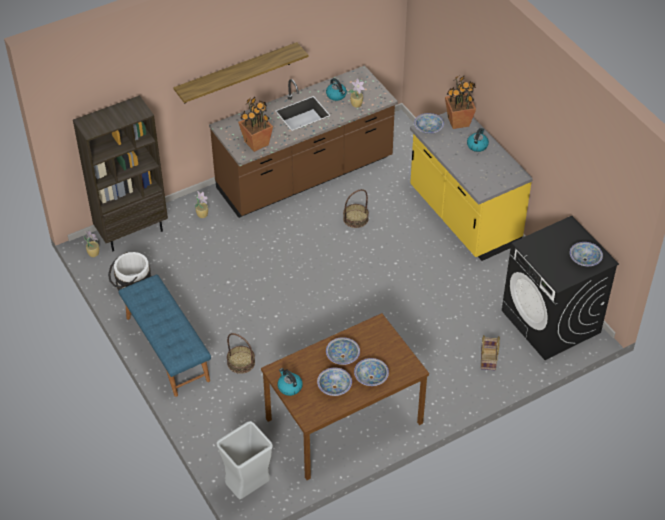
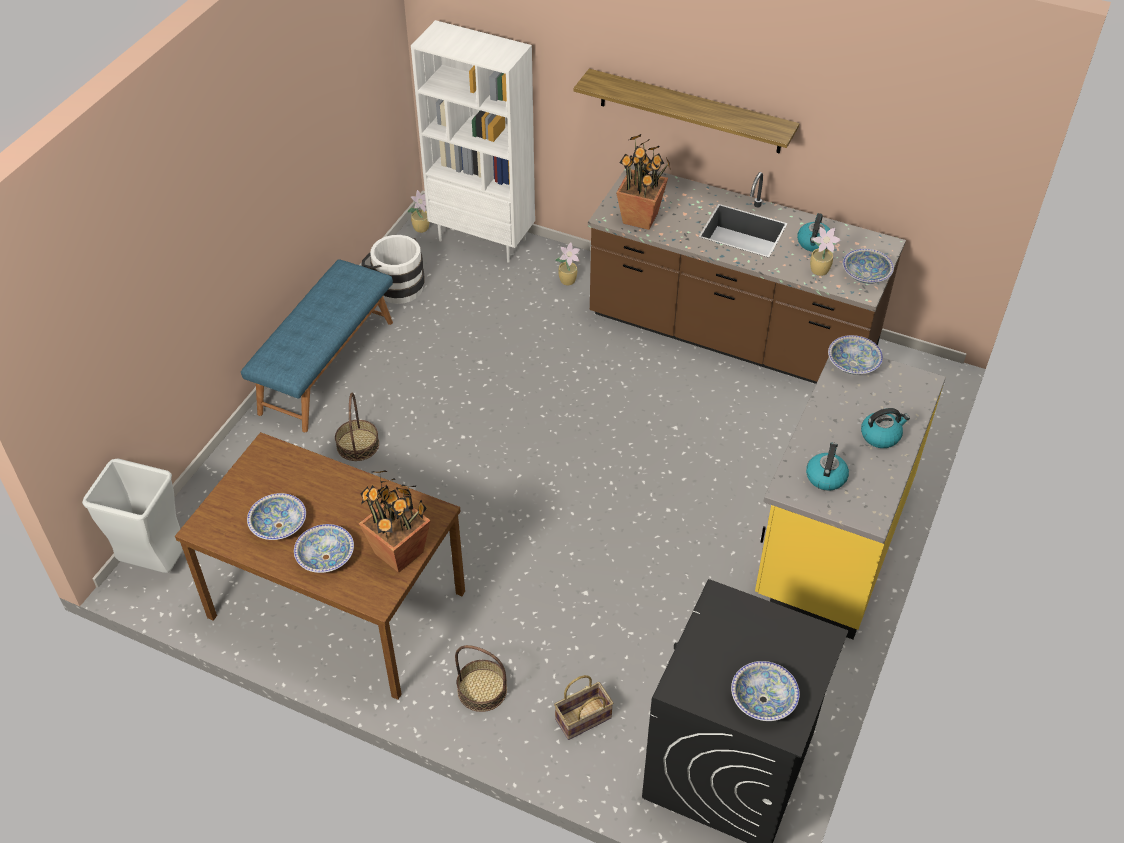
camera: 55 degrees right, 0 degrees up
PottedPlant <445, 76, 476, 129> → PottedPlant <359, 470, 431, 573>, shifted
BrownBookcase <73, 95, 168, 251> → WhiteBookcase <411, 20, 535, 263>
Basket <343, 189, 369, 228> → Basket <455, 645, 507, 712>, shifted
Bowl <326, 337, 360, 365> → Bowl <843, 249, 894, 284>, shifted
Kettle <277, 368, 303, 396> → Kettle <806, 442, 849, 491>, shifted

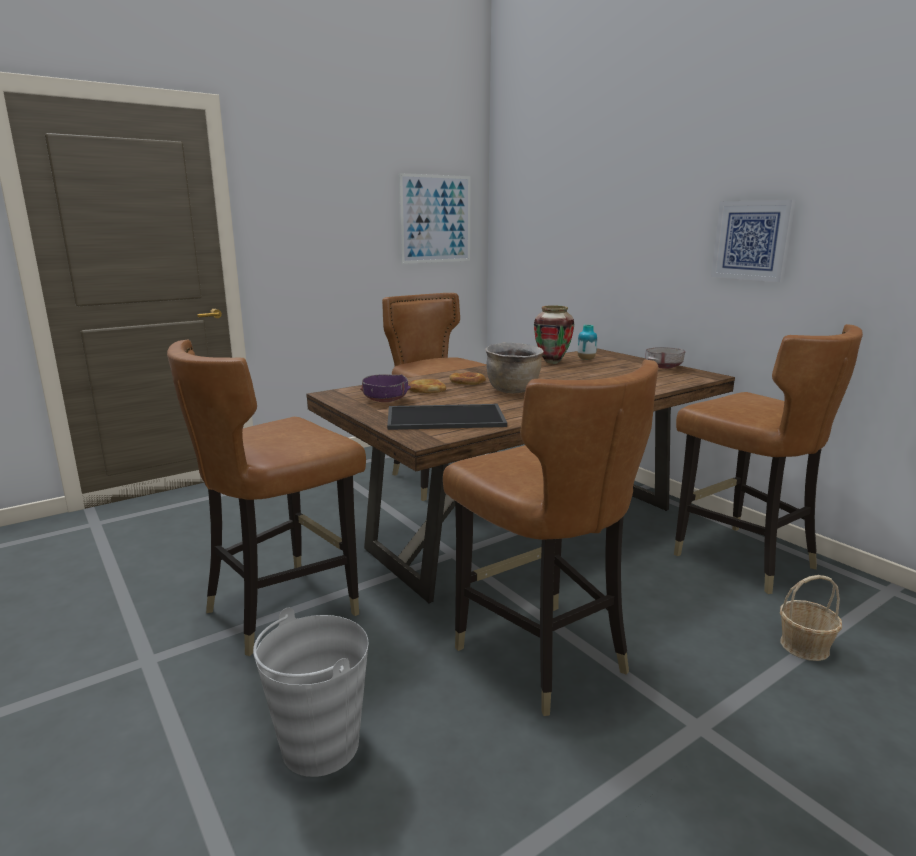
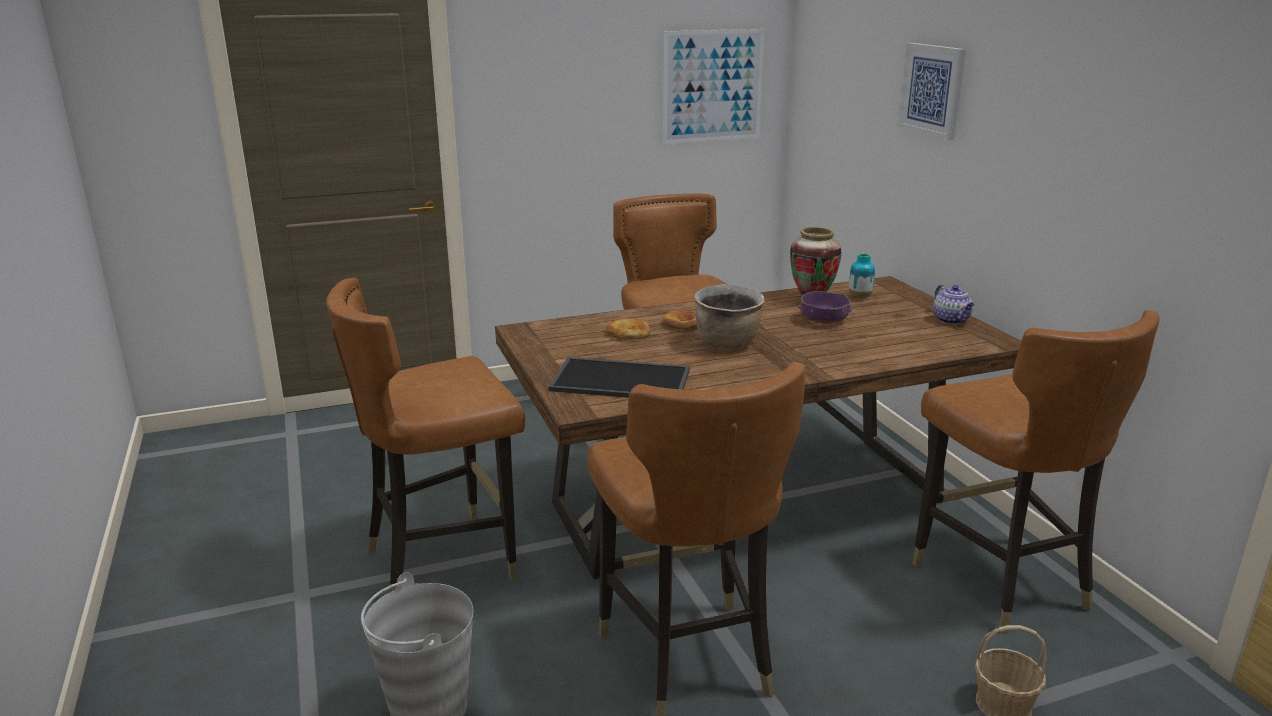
camera: 15 degrees right, 5 degrees up
Picture <711, 200, 795, 282> → Picture <898, 43, 966, 140>, shifted
GreyBowl <645, 347, 685, 369> → Teapot <933, 285, 975, 325>
PurpleBowl <360, 374, 411, 402> → PurpleBowl <798, 291, 853, 324>, shifted

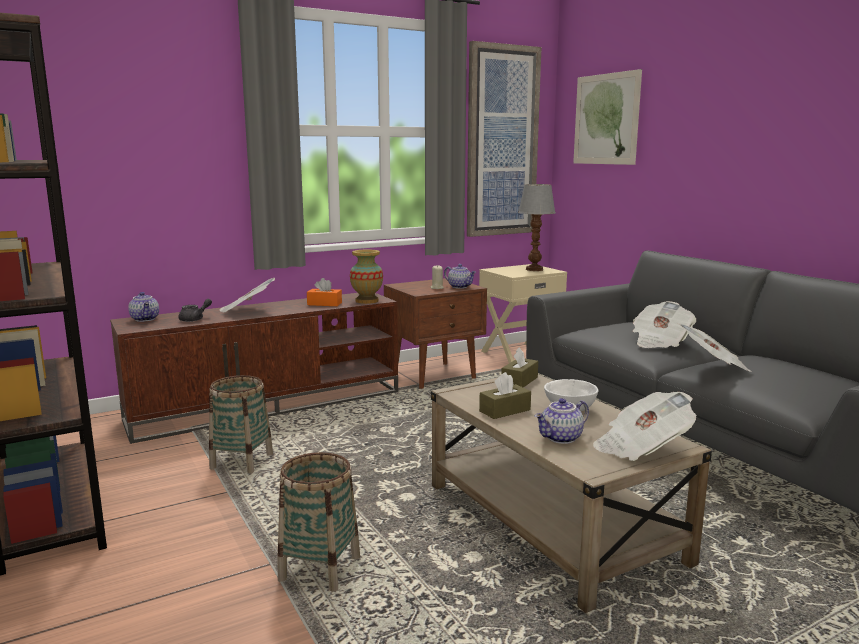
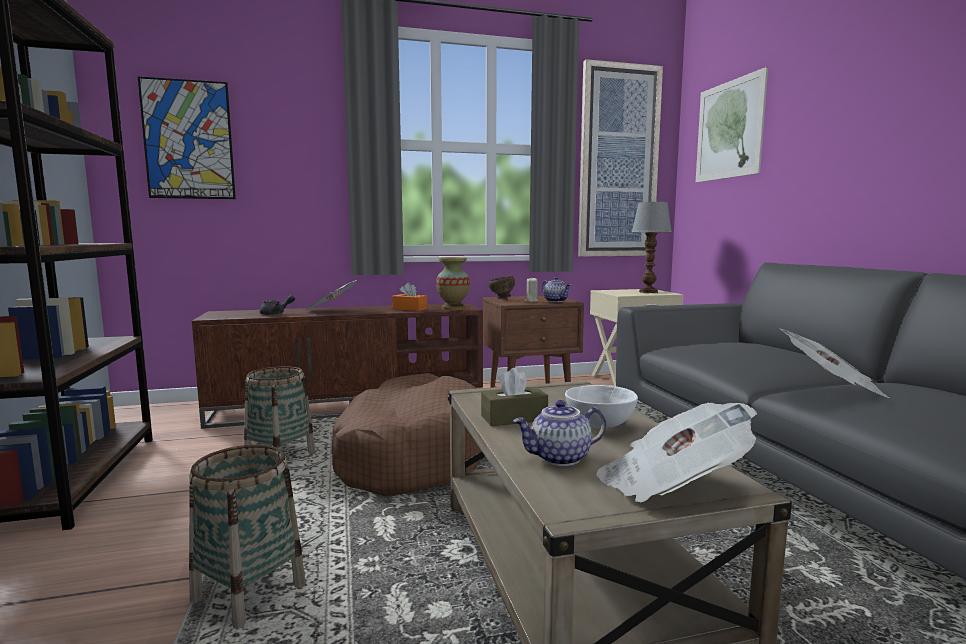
camera: 15 degrees right, 5 degrees down
Teapot <128, 292, 159, 322> → -
Newspaper <633, 301, 696, 348> → -
BrownTissueBox <501, 347, 538, 388> → -
- → Picture <138, 77, 236, 199>
- → BrownBowl <488, 276, 515, 299>
- → BrownDogBed <331, 373, 483, 496>

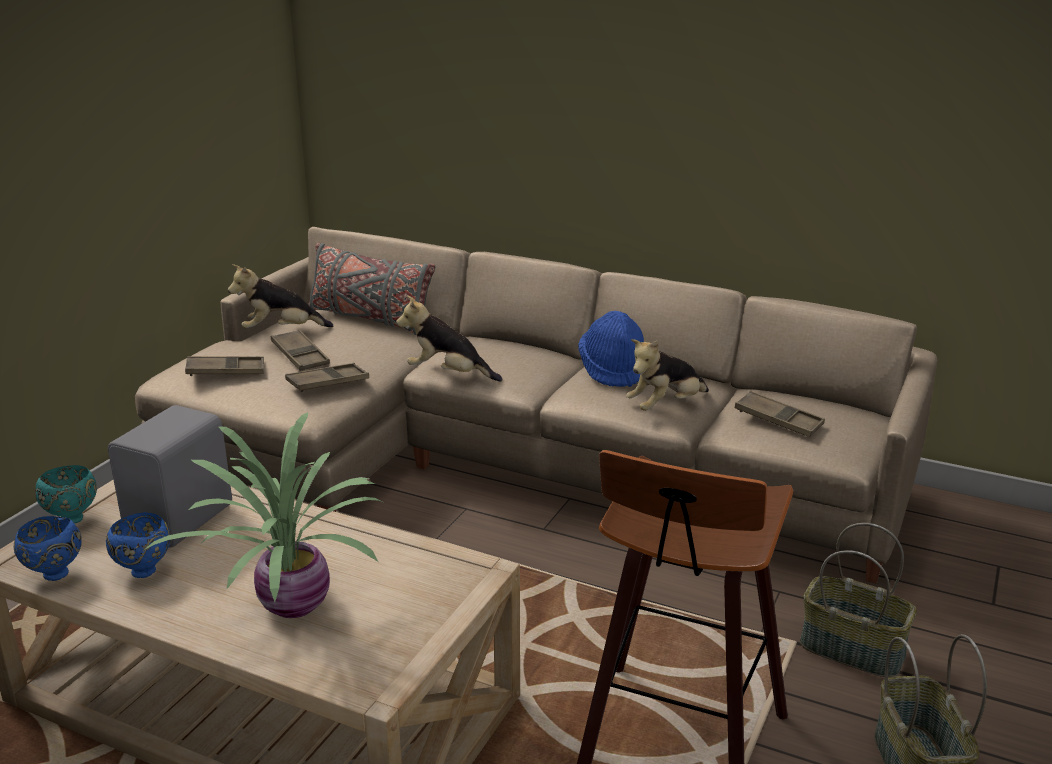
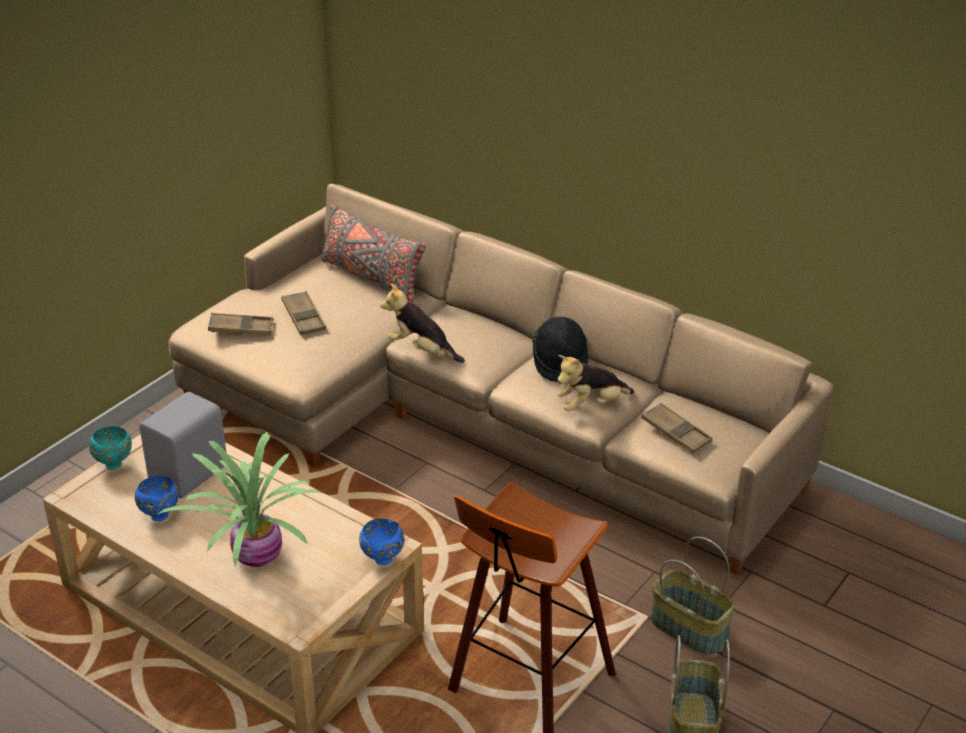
camera: 10 degrees right, 10 degrees up
PlushToy <228, 264, 333, 328> → -
BlueHat <578, 311, 644, 387> → BlackHat <532, 317, 588, 383>
BrownTray <285, 363, 369, 392> → -
BlueBowl <14, 516, 82, 581> → BlueBowl <359, 519, 405, 565>, shifted

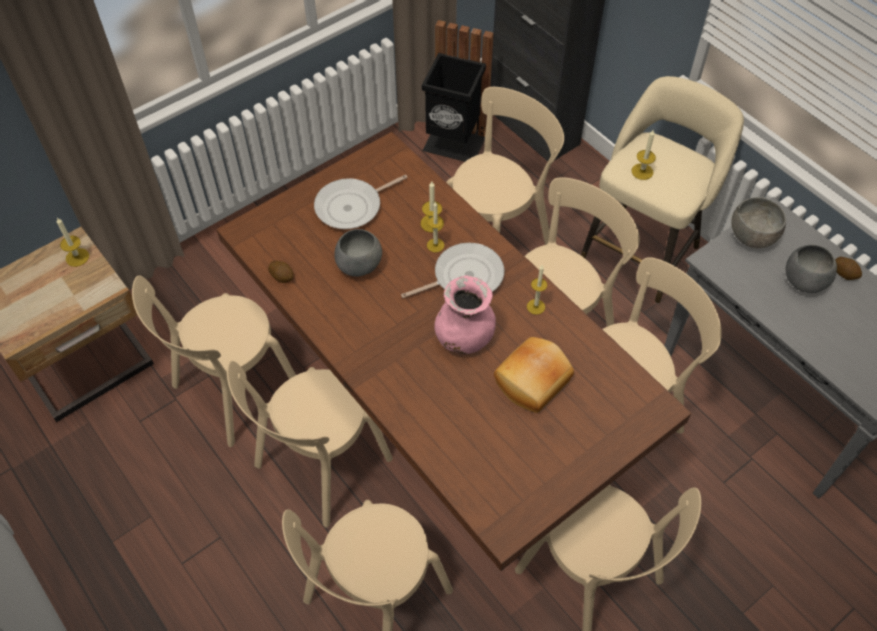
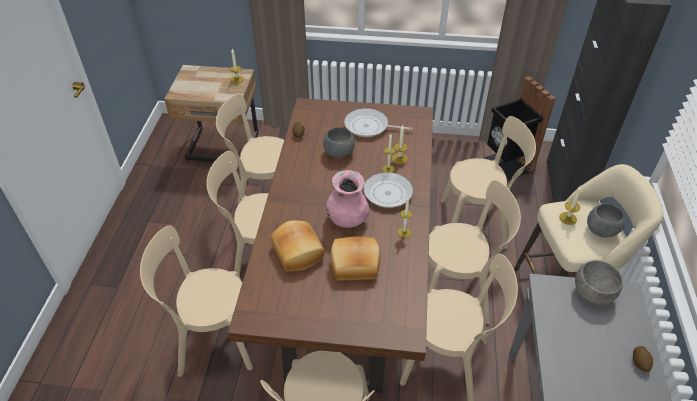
camera: 45 degrees right, 10 degrees down
GreyBowl <786, 245, 837, 293> → GreyBowl <587, 204, 625, 237>, shifted
- → Bread <270, 220, 325, 272>

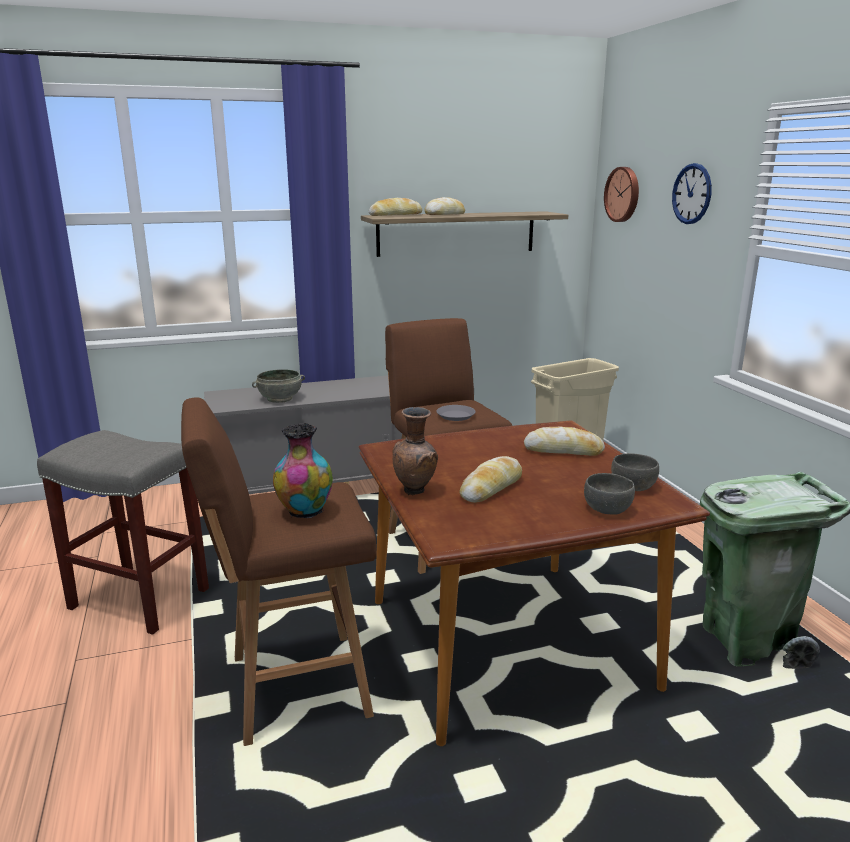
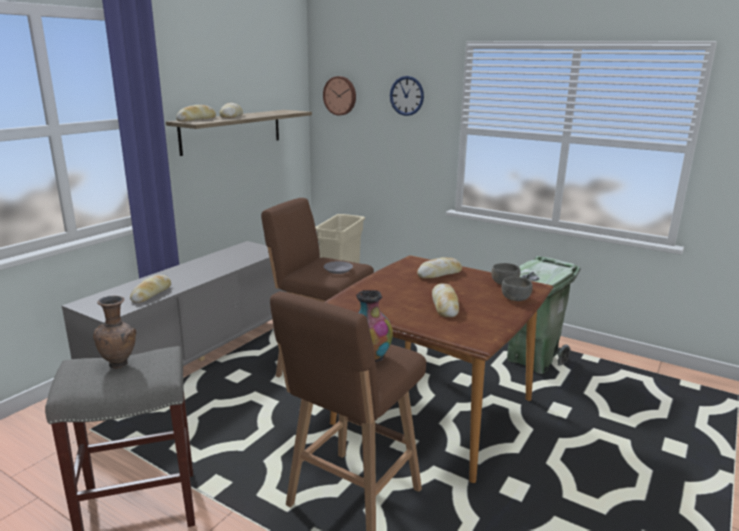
camera: 40 degrees left, 0 degrees up
GreyBowl <252, 369, 305, 403> → Bread <130, 275, 171, 303>
BrownVase <393, 407, 438, 495> → BrownVase <93, 295, 136, 369>, shifted

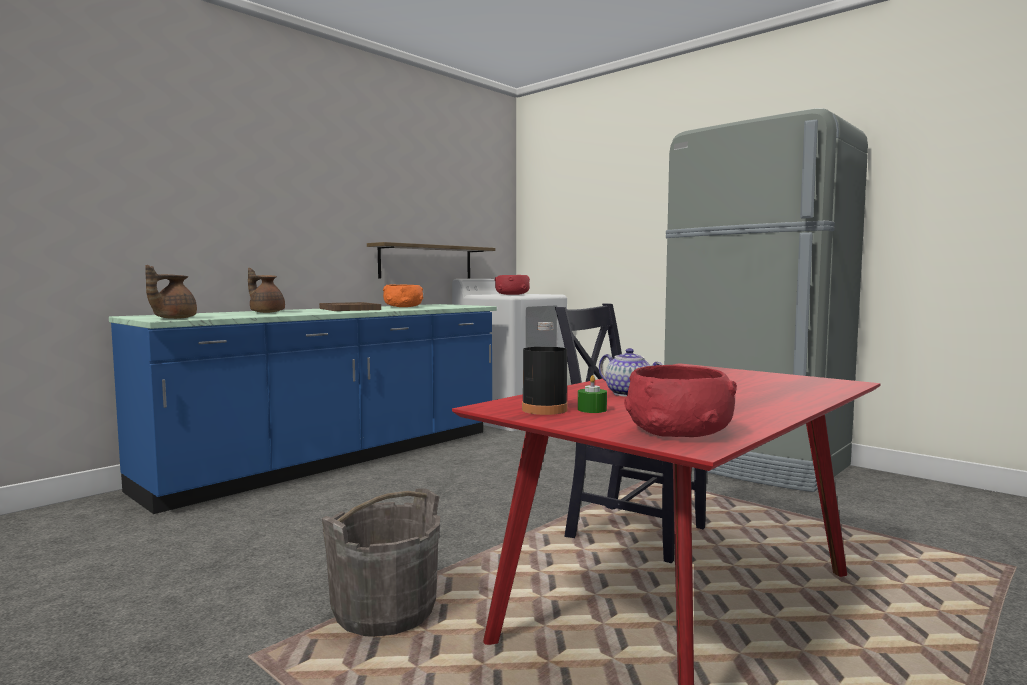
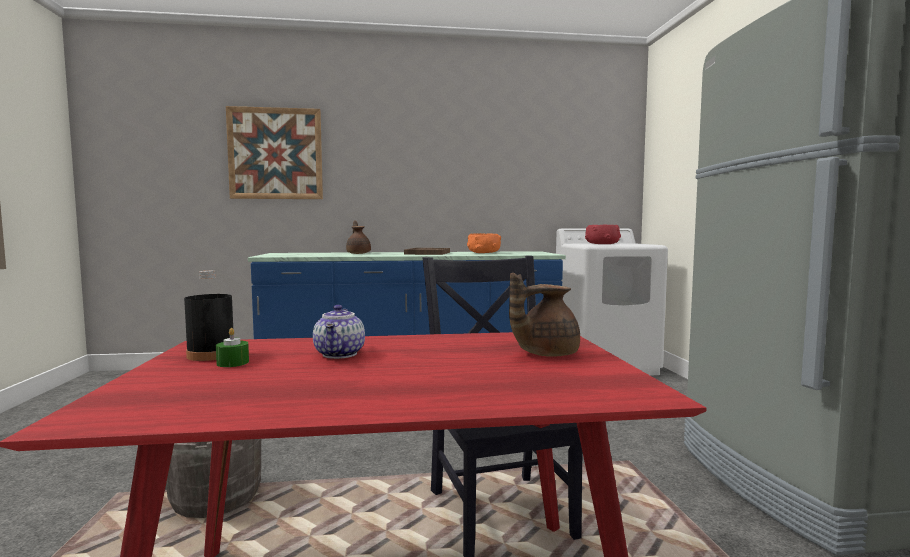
camera: 40 degrees right, 0 degrees up
Shelf <367, 242, 495, 279> → -
BrownTeapot <145, 265, 197, 319> → BrownTeapot <509, 273, 580, 357>, shifted
RedBowl <624, 365, 737, 437> → -
- → Picture <226, 106, 323, 199>

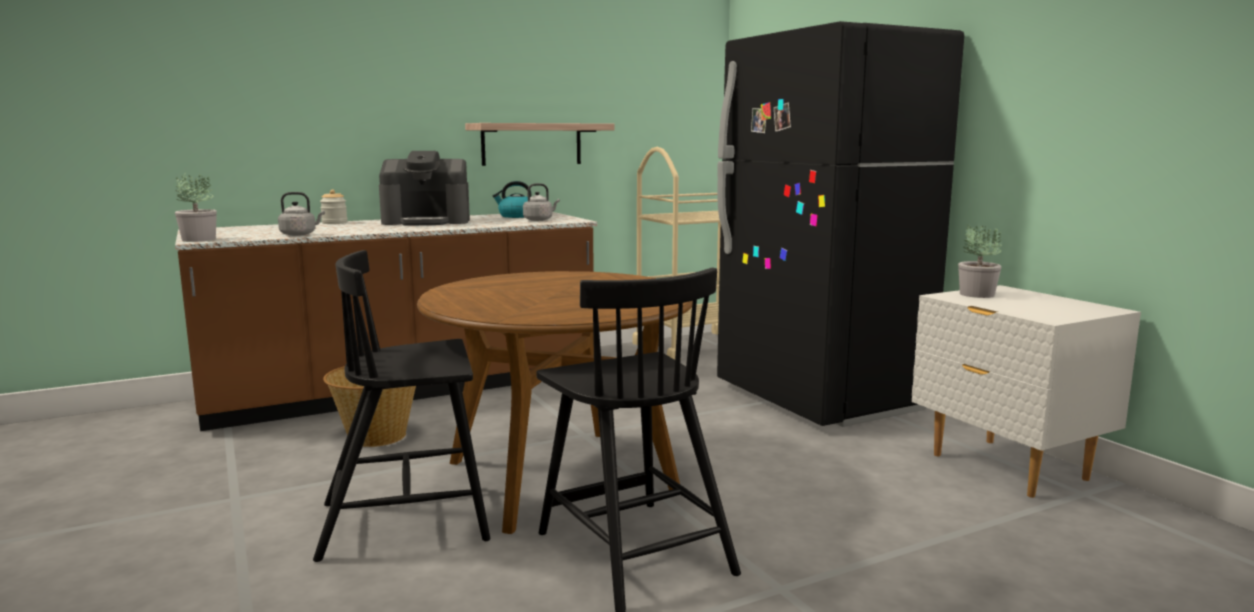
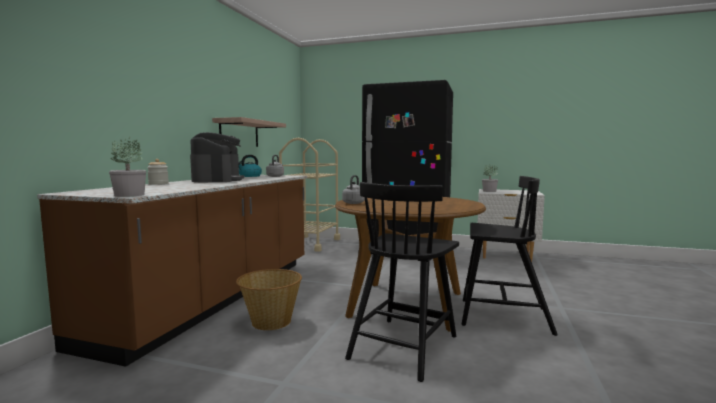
camera: 45 degrees left, 5 degrees down
CoffeeMachine <379, 151, 470, 225> → CoffeeMachine <190, 132, 244, 182>, 45 degrees counterclockwise
GreyKettle <278, 192, 325, 236> → GreyKettle <342, 175, 365, 204>, shifted

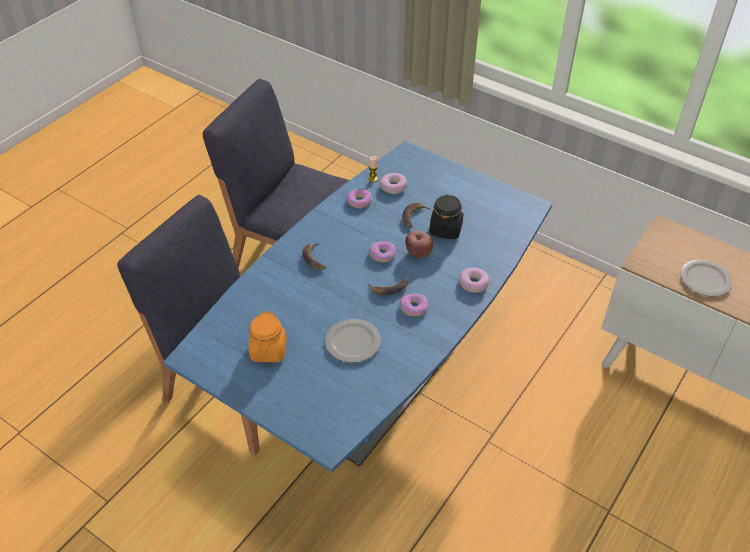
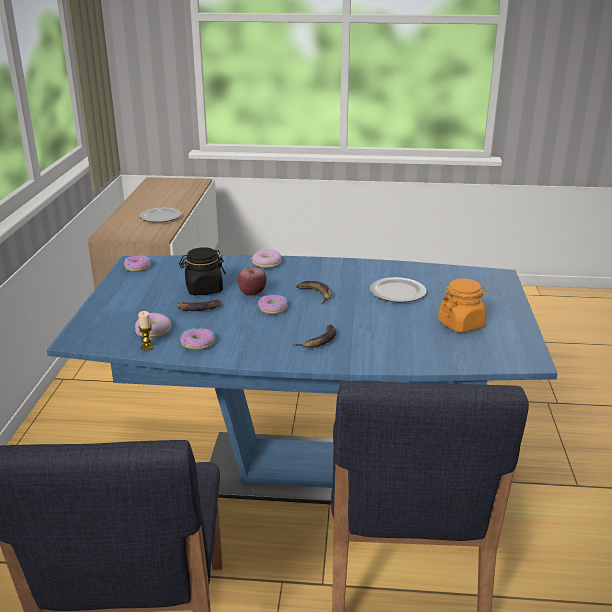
camera: 120 degrees left, 20 degrees down
Donut <400, 293, 428, 316> → Donut <124, 255, 151, 272>, shifted

